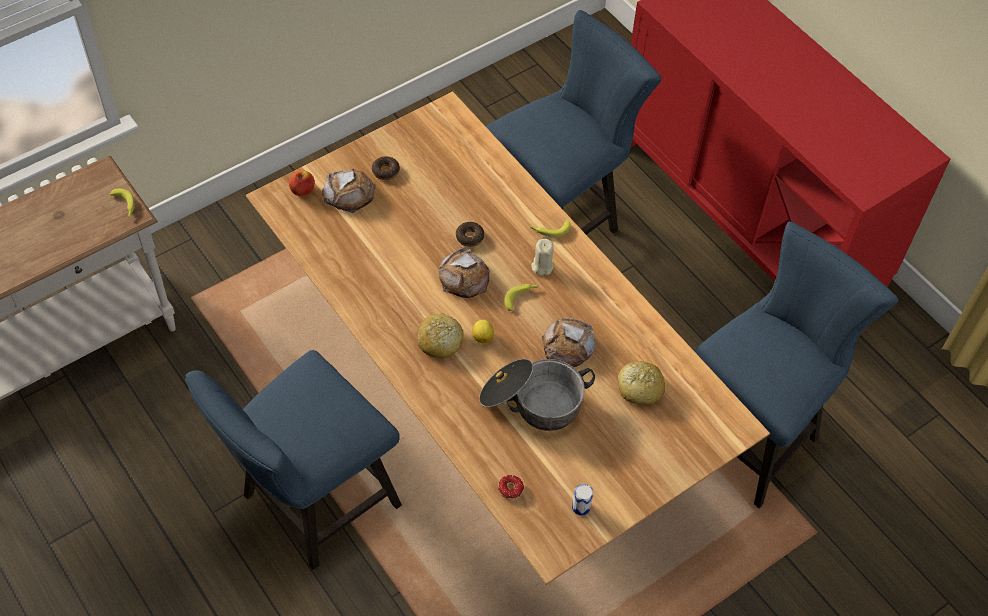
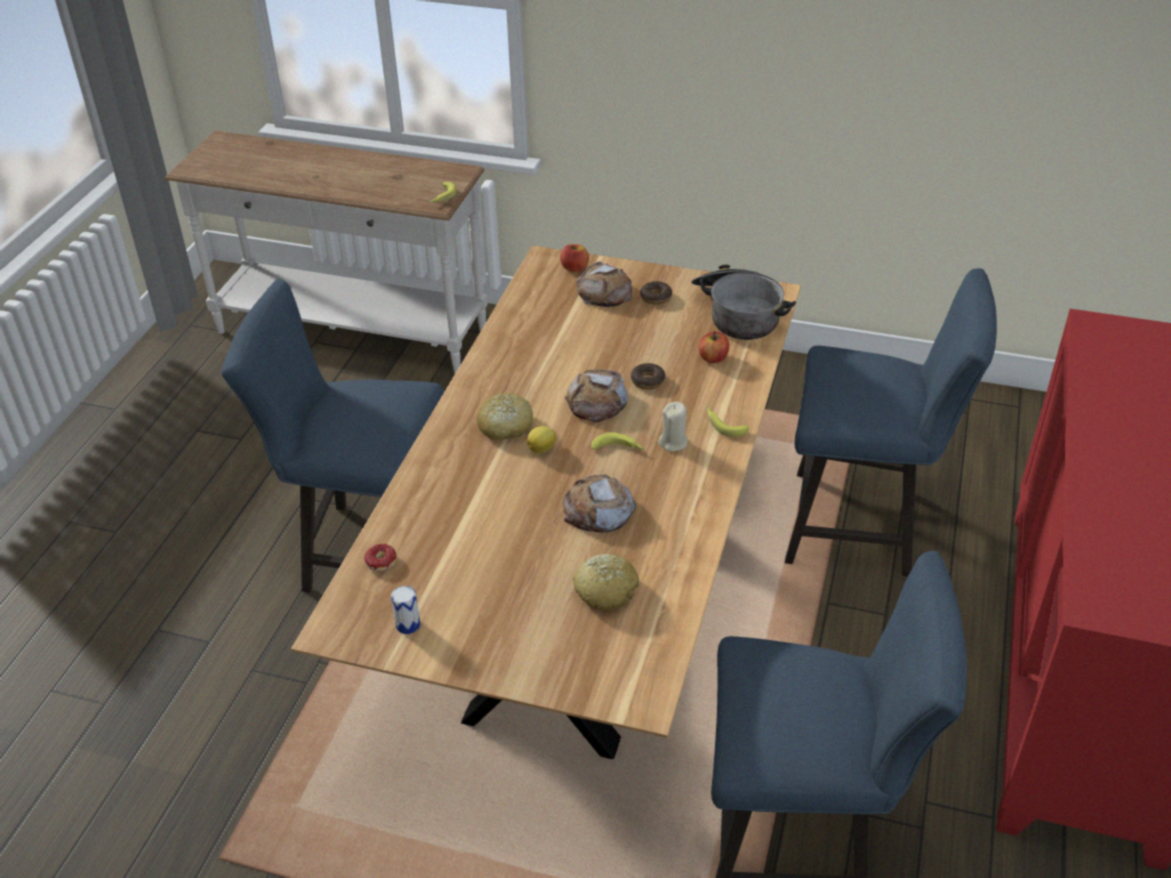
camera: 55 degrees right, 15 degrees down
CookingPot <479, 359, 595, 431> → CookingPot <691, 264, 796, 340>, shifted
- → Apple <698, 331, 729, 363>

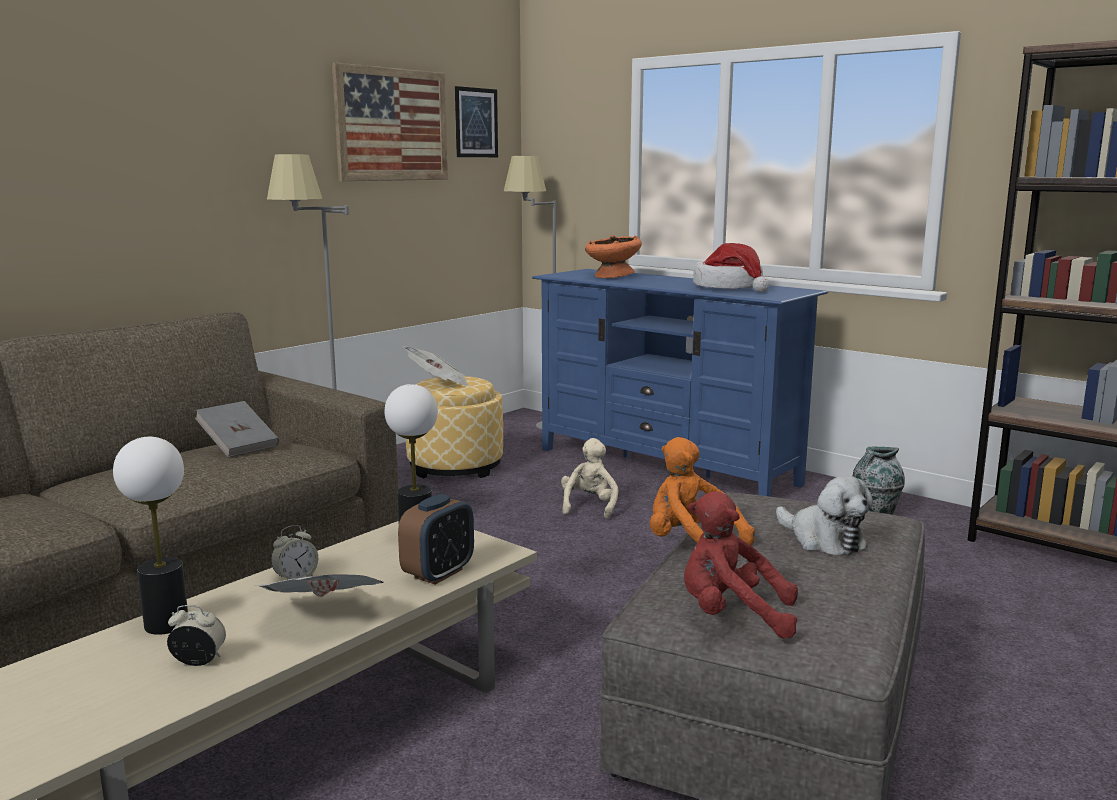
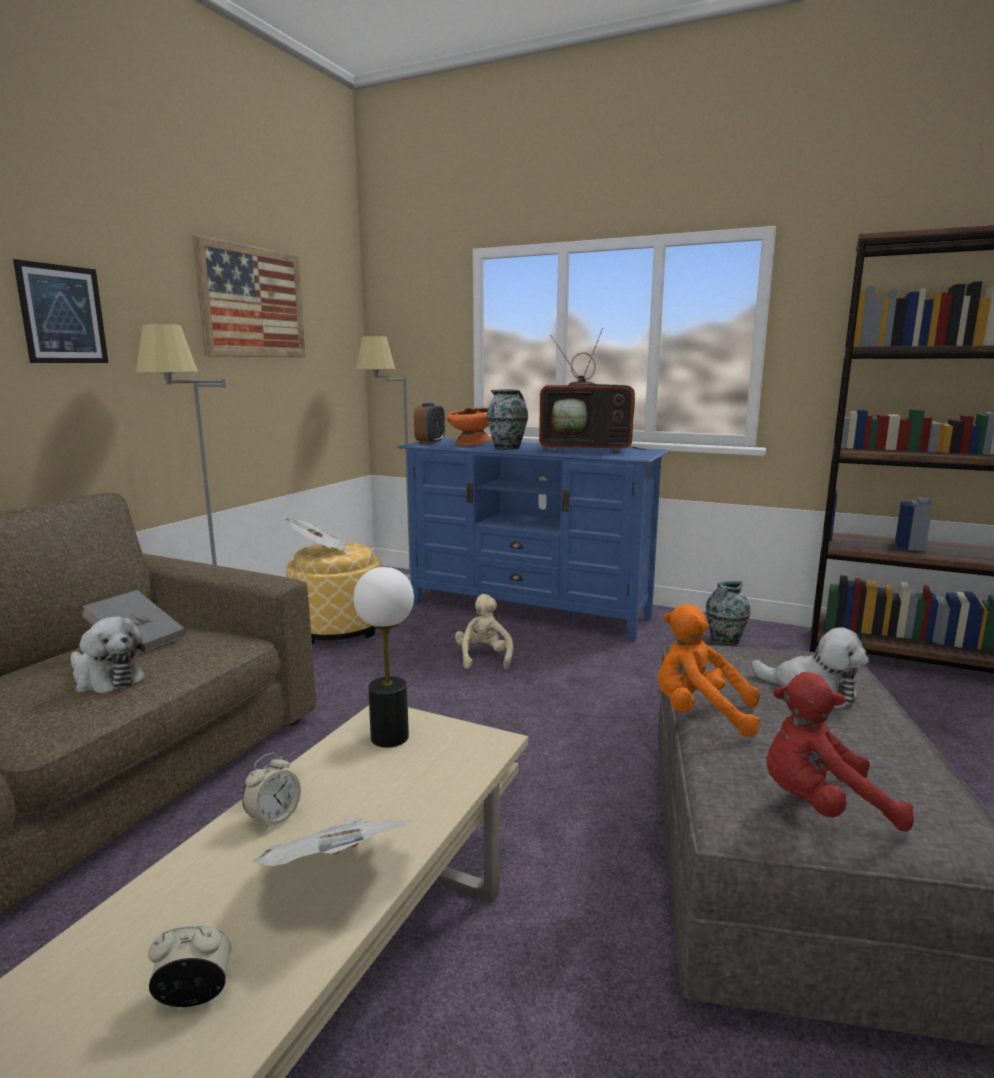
camera: 15 degrees left, 0 degrees up
Picture <455, 86, 498, 157> → Picture <13, 259, 108, 363>, shifted
Hat <693, 243, 769, 292> → Television <539, 328, 647, 453>
TableLamp <113, 437, 188, 635> → -
AlarmClock <398, 494, 474, 585> → AlarmClock <414, 403, 445, 444>, shifted
- → Vase <487, 389, 528, 450>
- → PlushToy <71, 616, 146, 693>

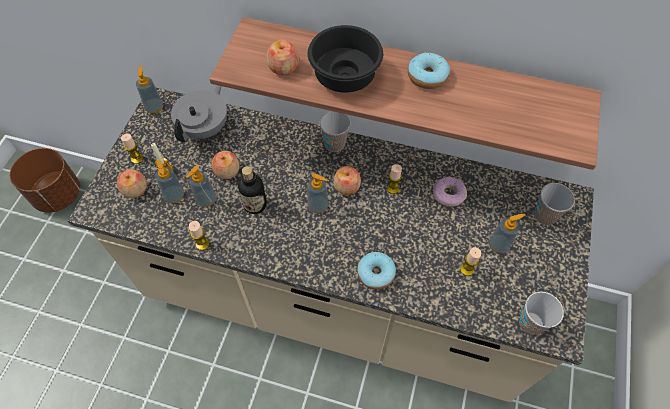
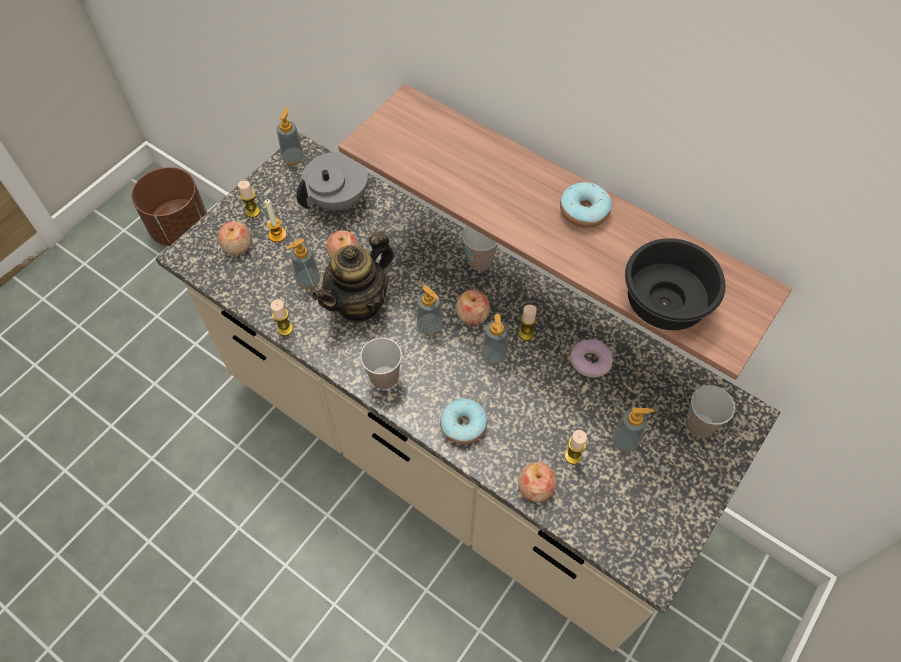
camera: 20 degrees right, 0 degrees up
BlackBowl <308, 25, 383, 93> → BlackBowl <625, 238, 726, 330>, shifted
Apple <266, 40, 299, 75> → Apple <518, 462, 557, 502>, shifted
SoapDispenser <155, 161, 184, 203> → SoapDispenser <482, 314, 508, 364>, shifted
Bottle <238, 166, 267, 214> → Teapot <312, 231, 394, 323>
Cup <519, 292, 564, 335> → Cup <360, 337, 402, 390>, shifted

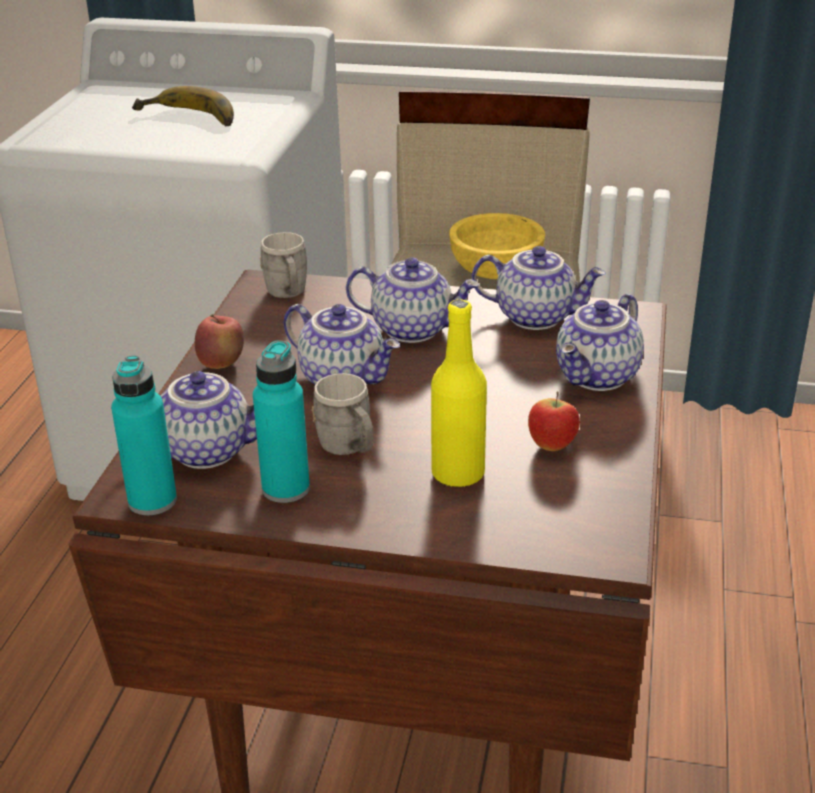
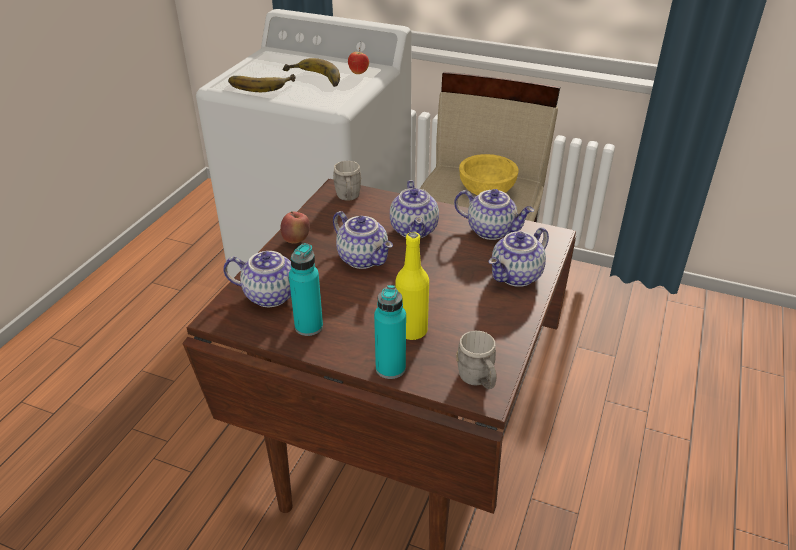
camera: 10 degrees right, 5 degrees up
Teapot <346, 257, 479, 343> → Teapot <390, 180, 439, 238>, 60 degrees clockwise
TurquoiseBottle <111, 356, 177, 515> → TurquoiseBottle <374, 285, 406, 379>, shifted
GreyMug <312, 373, 373, 455> → GreyMug <456, 331, 497, 389>, shifted
Apple <528, 392, 580, 451> → Apple <348, 48, 369, 74>, shifted
- → Banana <228, 74, 296, 92>

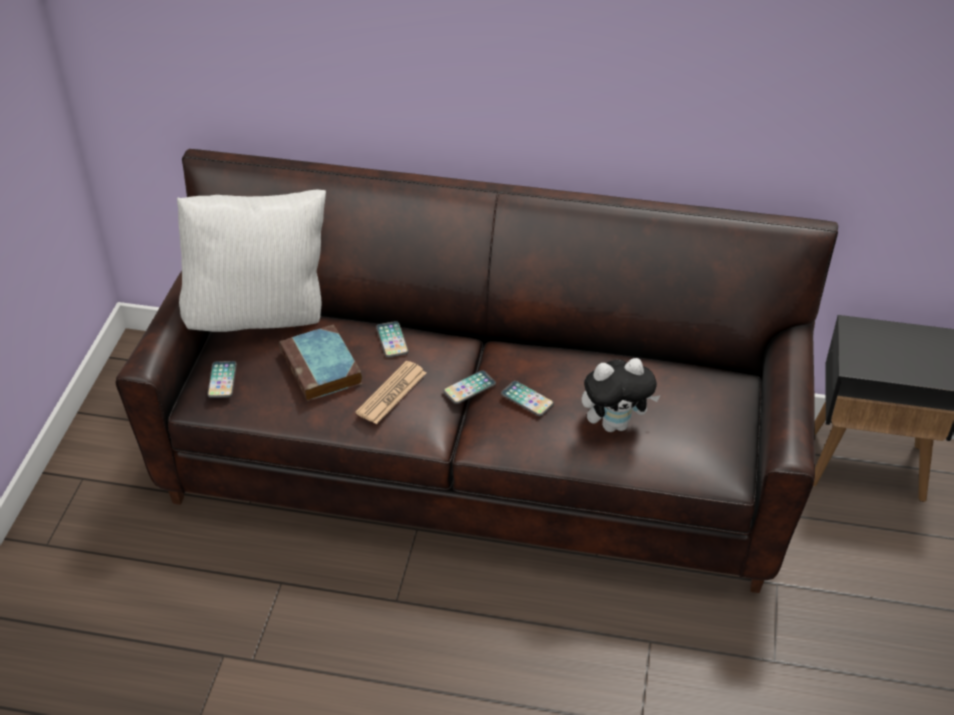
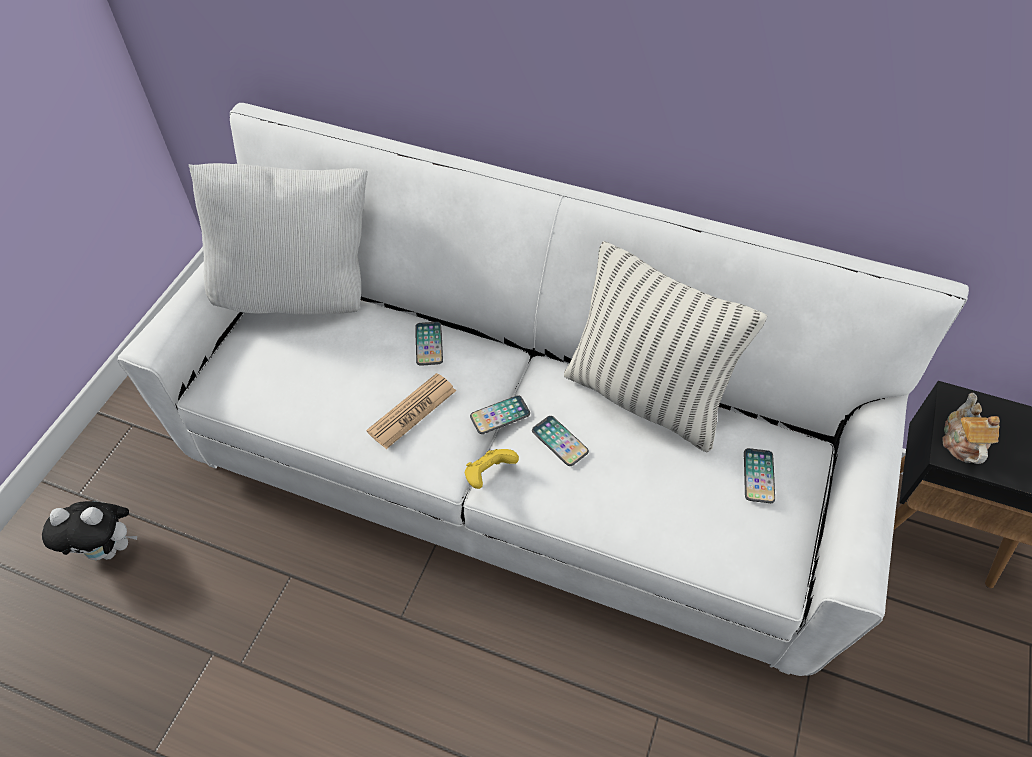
camera: 10 degrees right, 10 degrees up
BrownSofa <116, 149, 838, 593> → WhiteSofa <117, 103, 969, 676>
Book <279, 325, 362, 401> → -
PlushToy <582, 358, 661, 432> → PlushToy <42, 501, 137, 560>, shifted
Phone <207, 361, 237, 398> → Phone <744, 448, 775, 503>, shifted
- → Pillow <564, 241, 767, 453>
- → Teapot <942, 393, 1000, 464>
- → YellowGameController <465, 449, 519, 489>

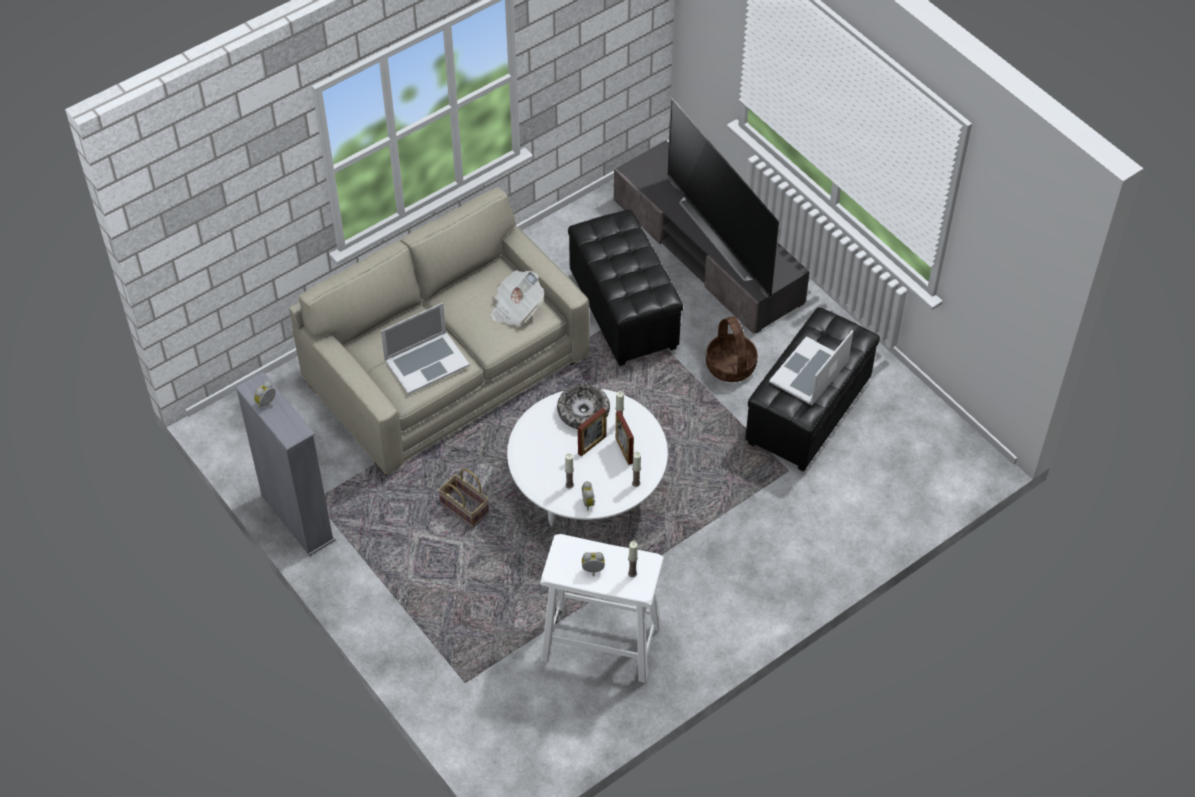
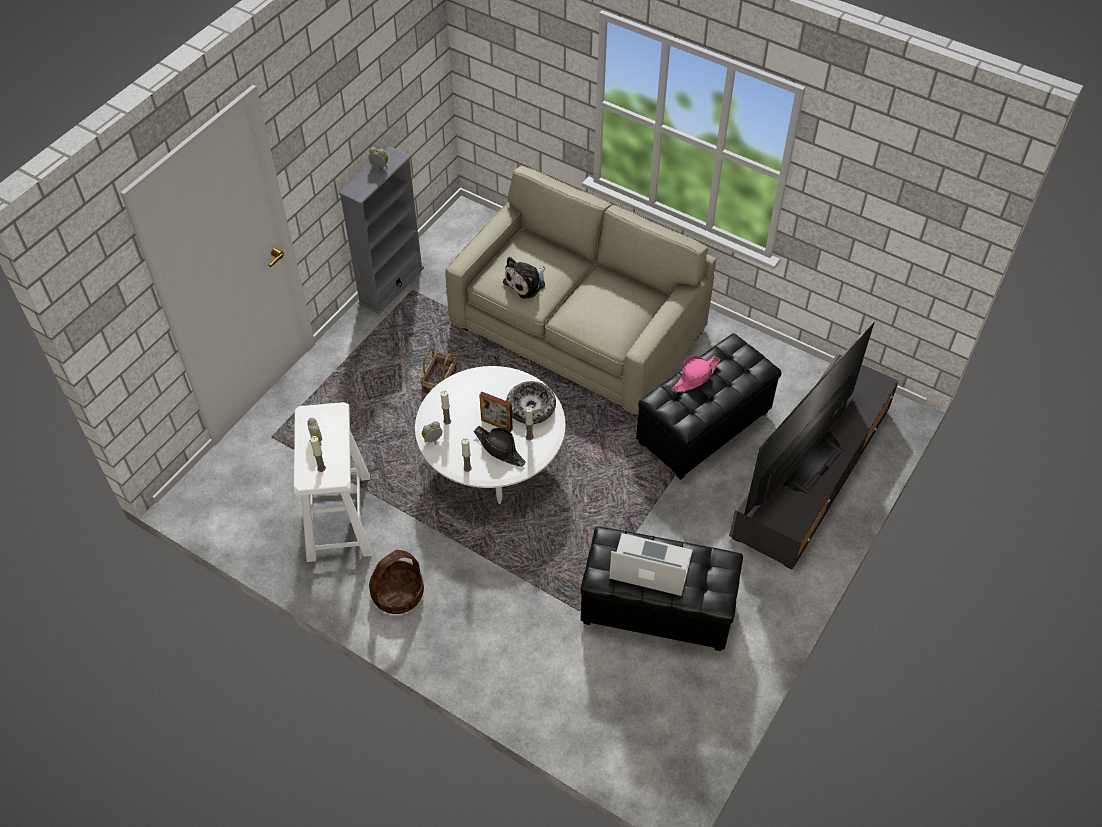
camera: 70 degrees right, 0 degrees up
Newspaper <490, 270, 544, 327> → -
Laptop <381, 303, 470, 395> → PlushToy <503, 257, 545, 299>
Basket <706, 316, 758, 382> → Basket <369, 550, 424, 614>, shifted
PictureFrame <616, 411, 634, 465> → BlackHat <474, 426, 526, 467>
- → PinkHat <671, 355, 721, 393>

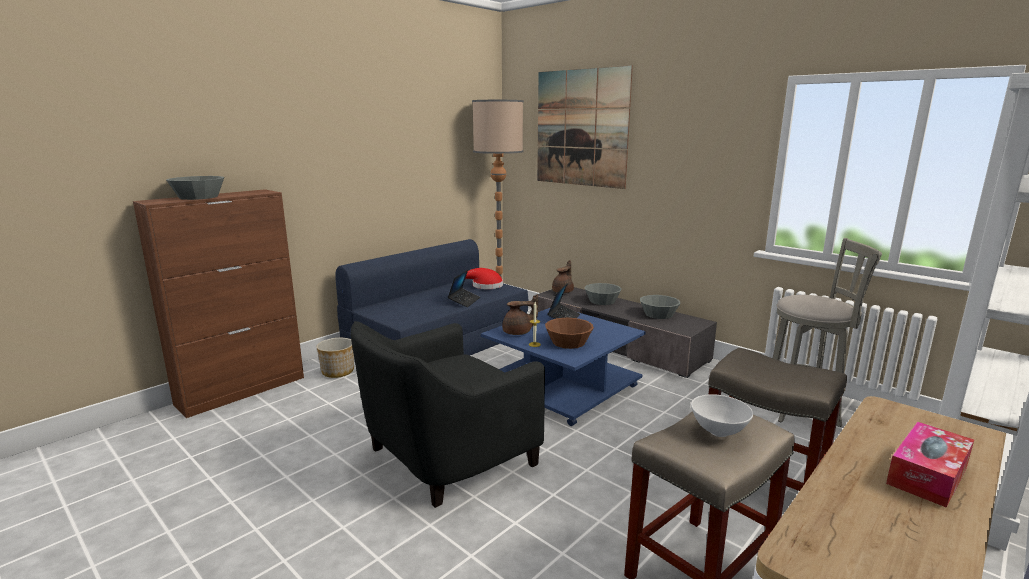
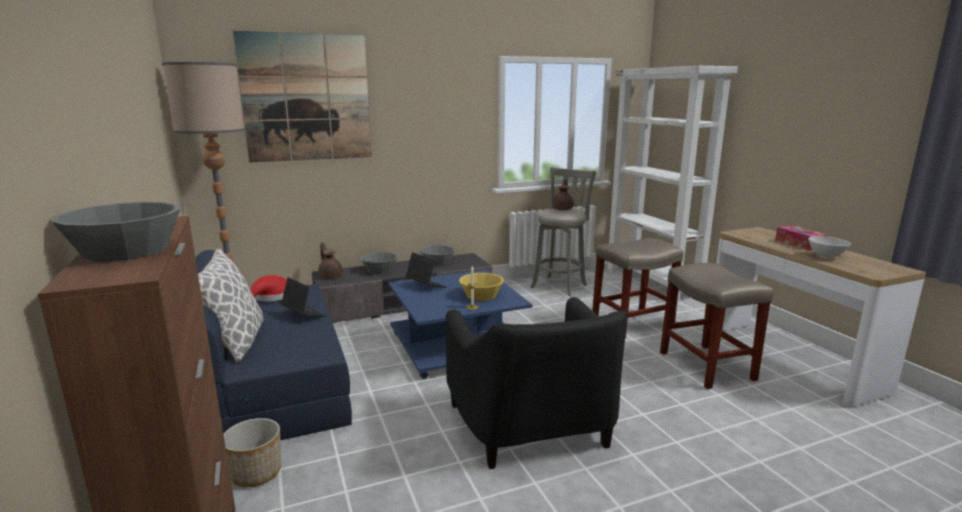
camera: 65 degrees left, 0 degrees up
BrownTeapot <502, 294, 538, 335> → BrownTeapot <553, 179, 574, 210>, shifted
BrownBowl <545, 318, 594, 349> → YellowBowl <459, 273, 504, 301>
WhiteBowl <691, 394, 753, 437> → WhiteBowl <808, 236, 851, 259>, shifted
- → Pillow <198, 249, 264, 363>

